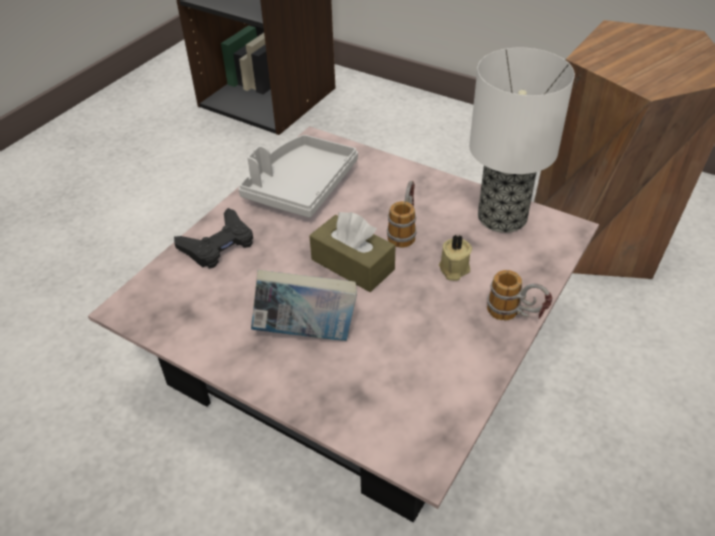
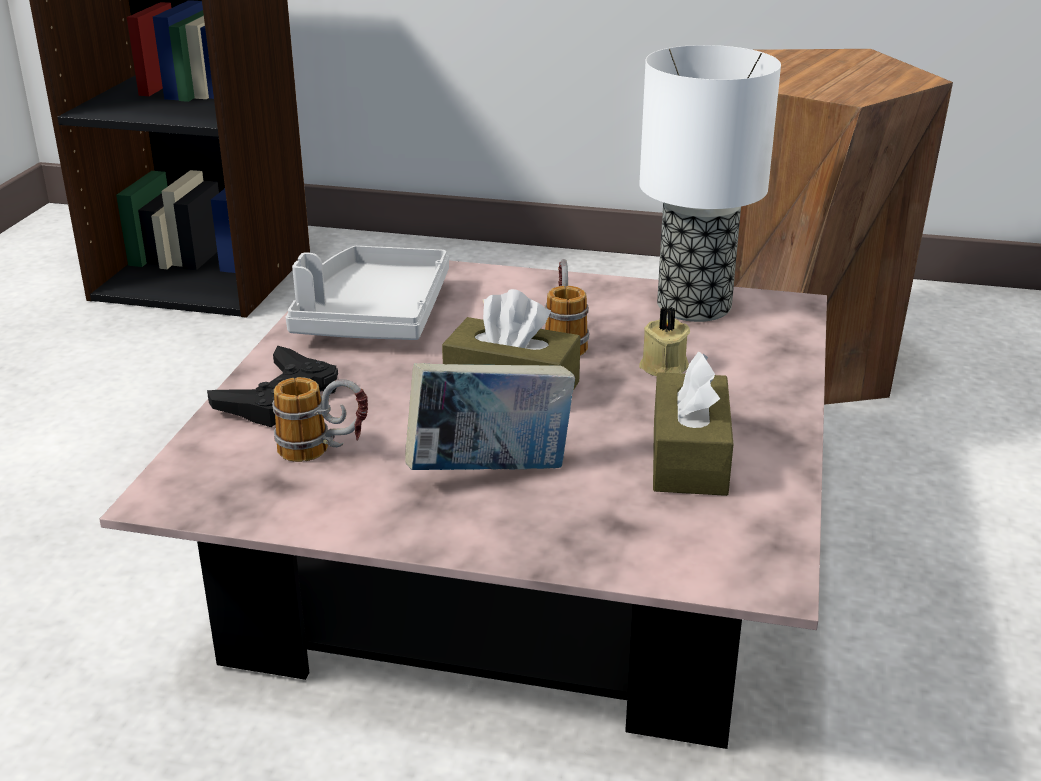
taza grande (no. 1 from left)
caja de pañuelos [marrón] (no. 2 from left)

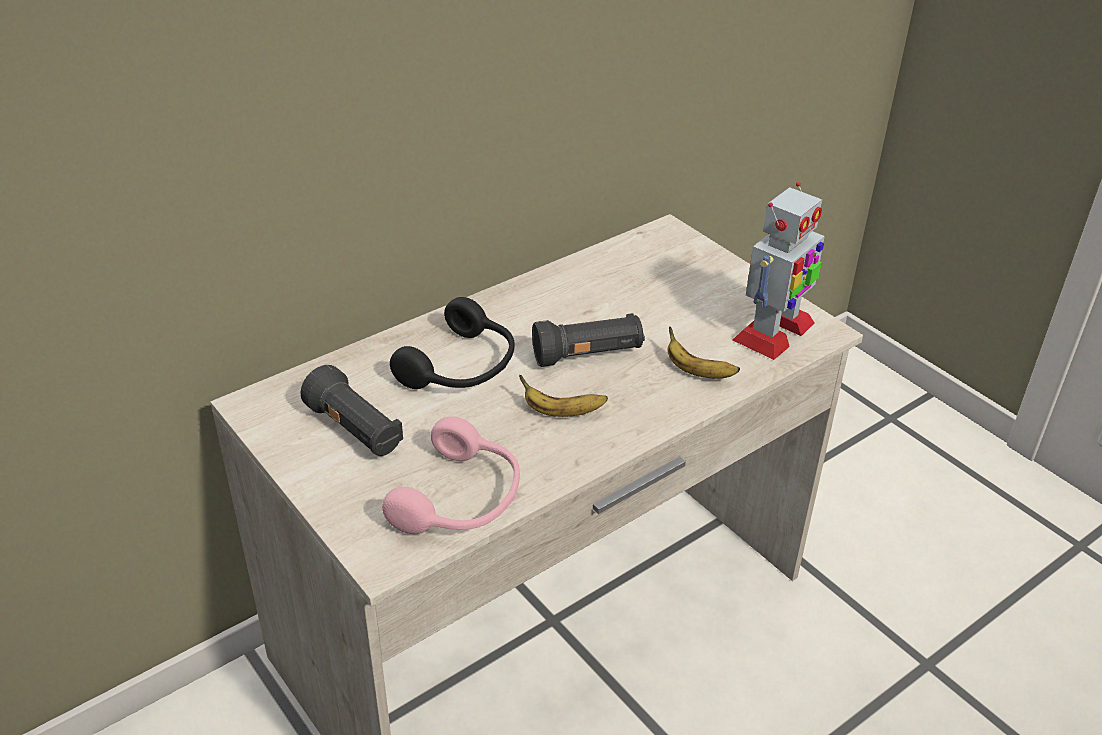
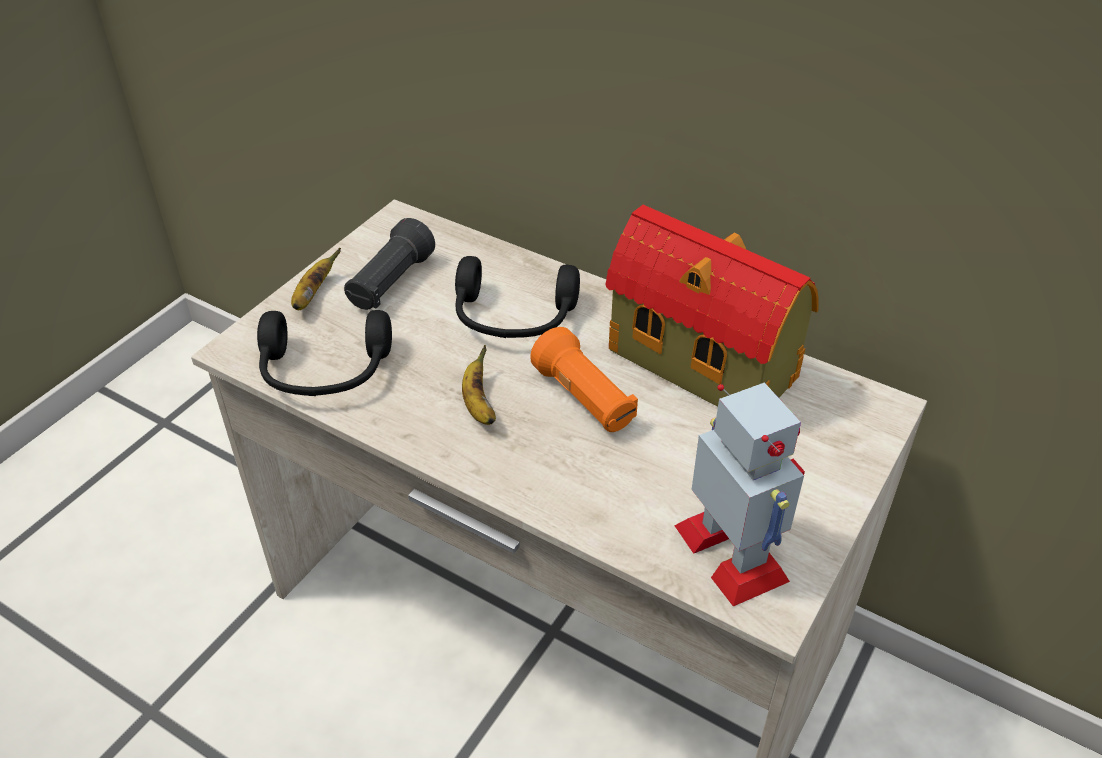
auriculares [negro] (no. 1 from left)
linterna [naranja]
plátano (no. 1 from left)
robot de juguete
casita

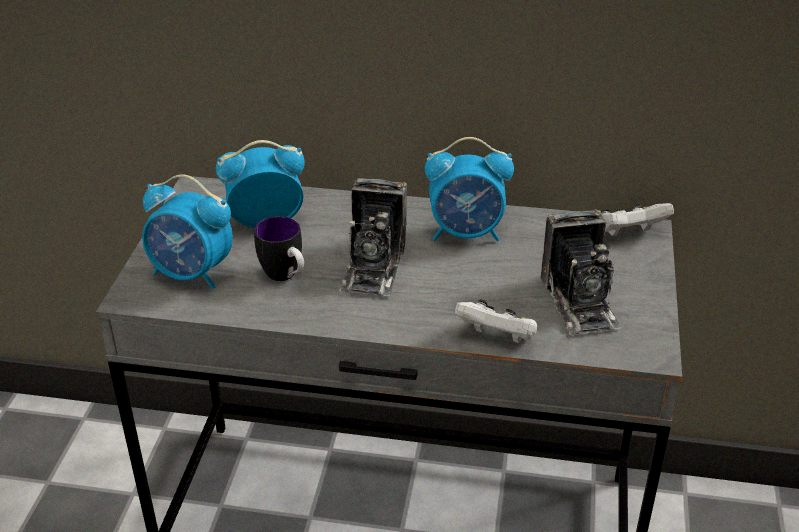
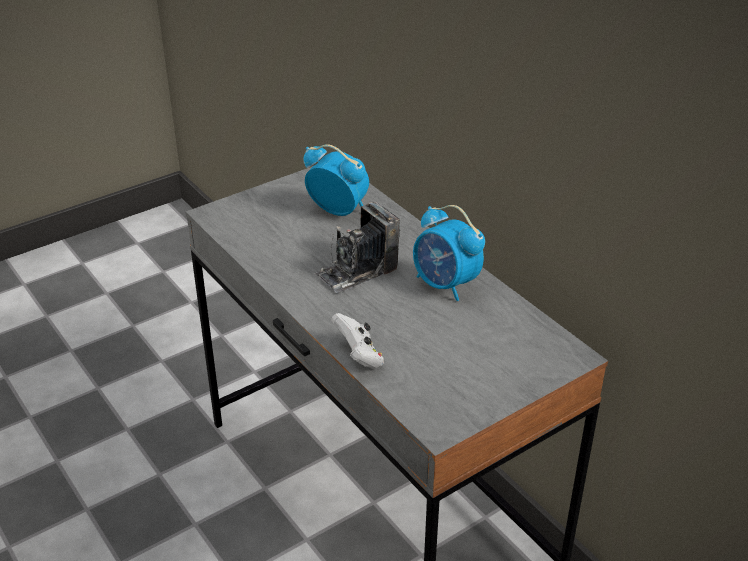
despertador (no. 1 from left in the first image)
taza grande
cámara (no. 2 from left in the first image)
mando de consola [blanco] (no. 2 from left in the first image)

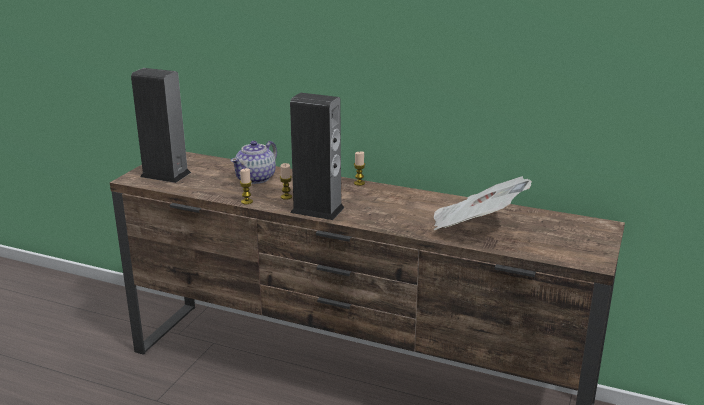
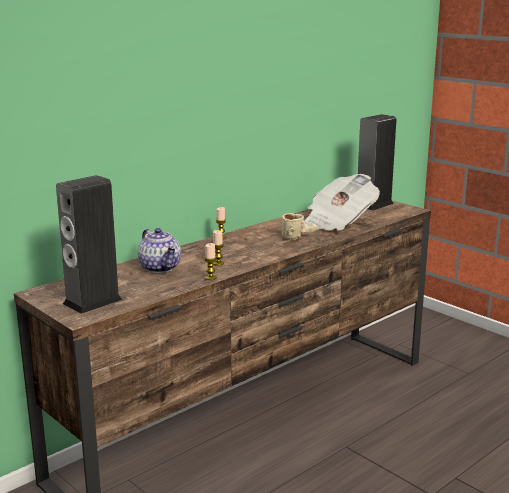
altavoz (no. 2 from left)
taza grande [beis]

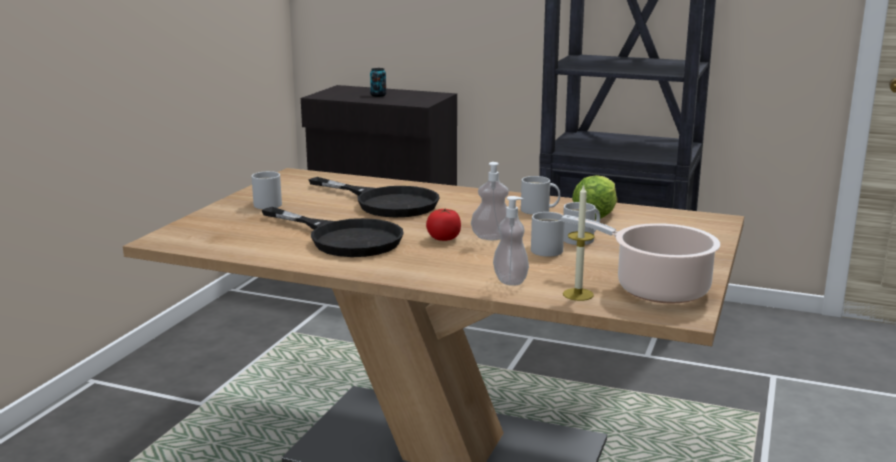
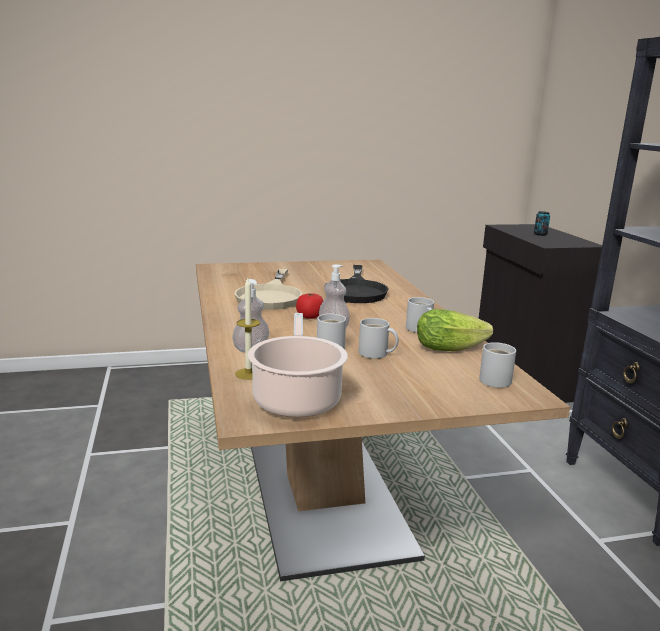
taza grande [blanco] (no. 4 from left)
sartén [beis]

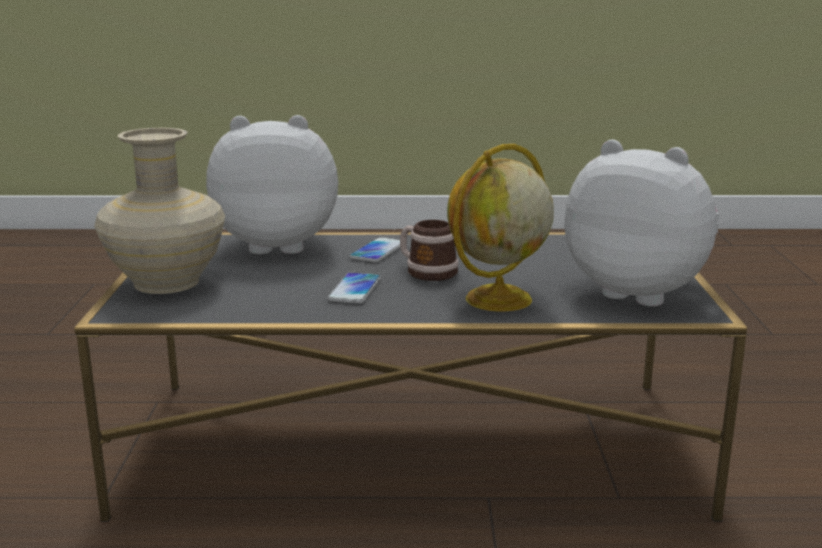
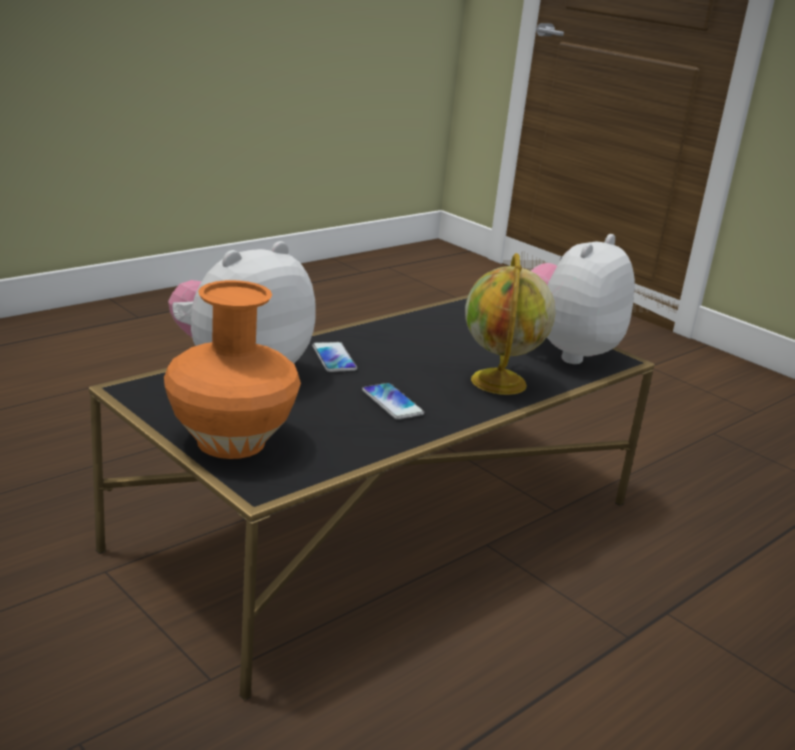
florero [naranja]
taza grande
peluche (no. 2 from left)

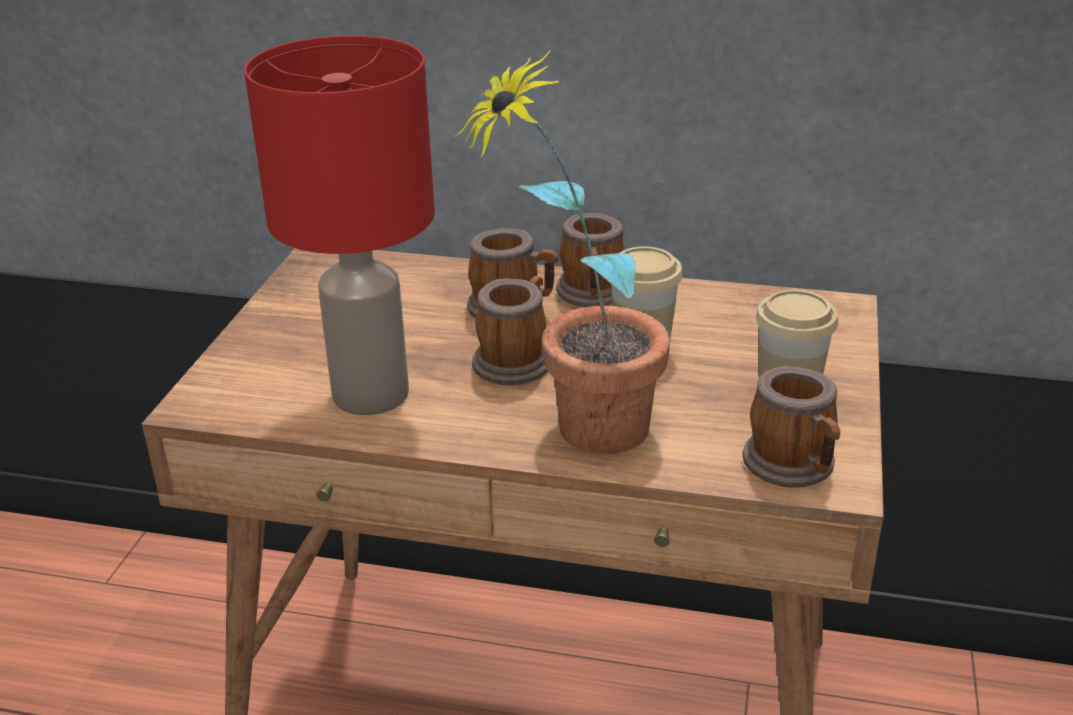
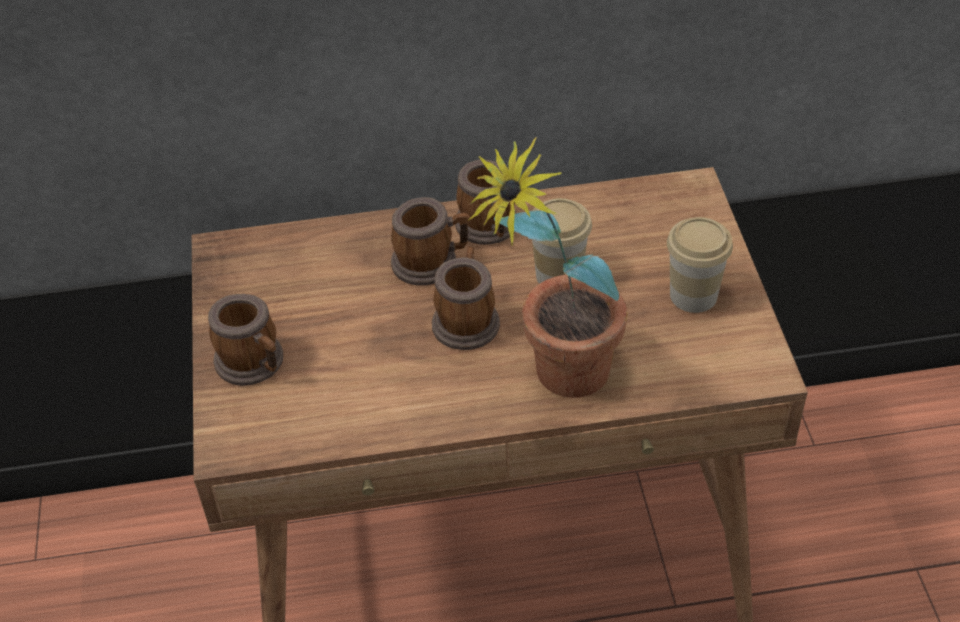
lámpara de mesa [rojo]
taza grande (no. 1 from left)

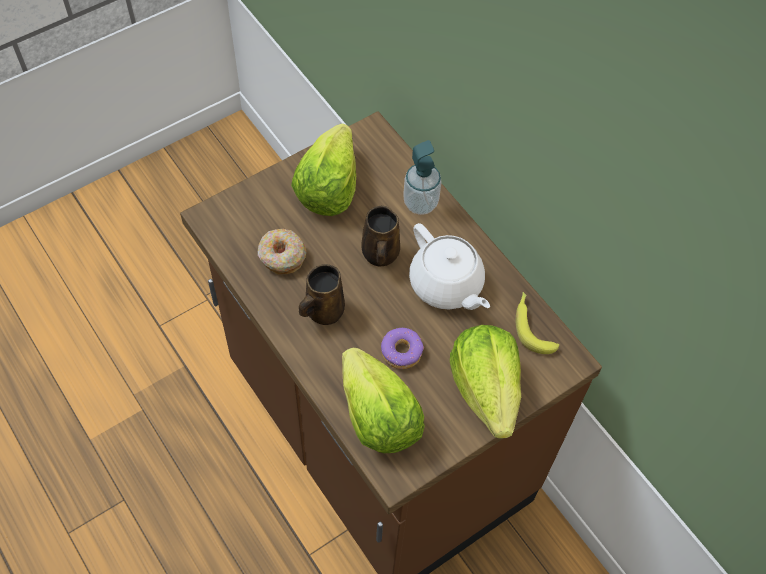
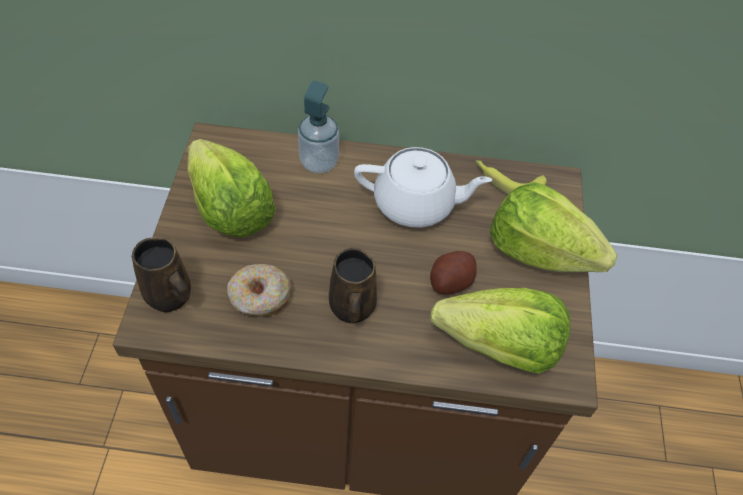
taza grande [marrón] (no. 1 from left)
patata

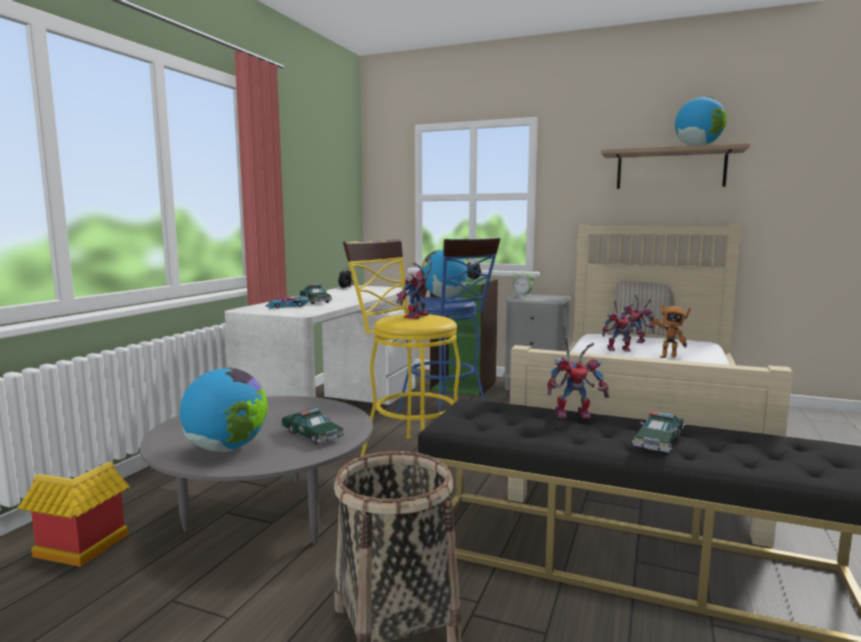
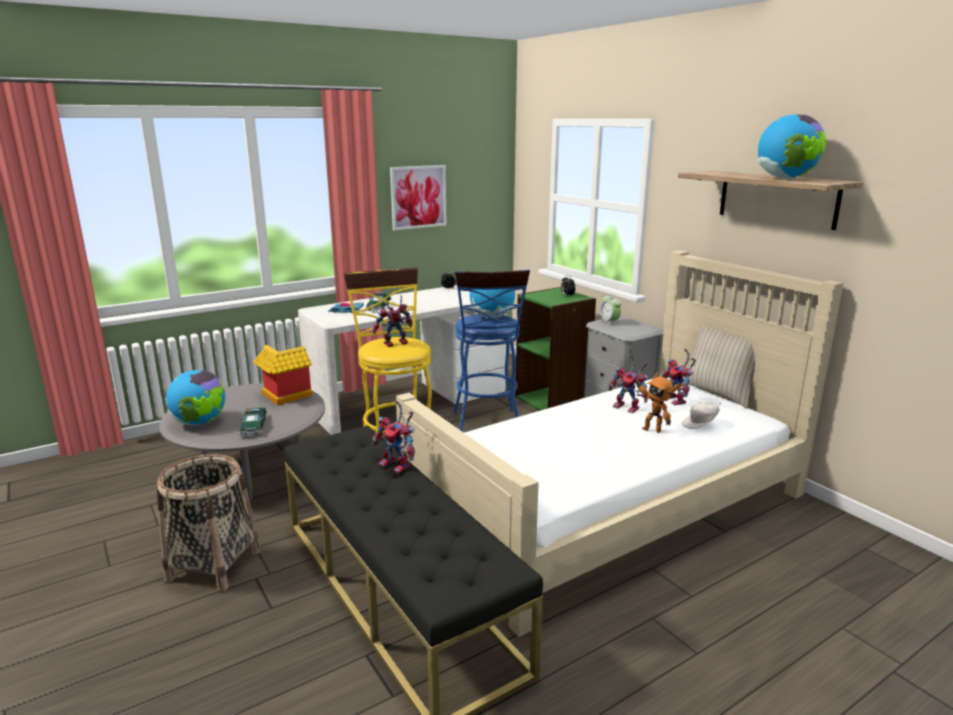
casita
coche de juguete (no. 4 from left in the first image)
cuadro
gorra [blanco]

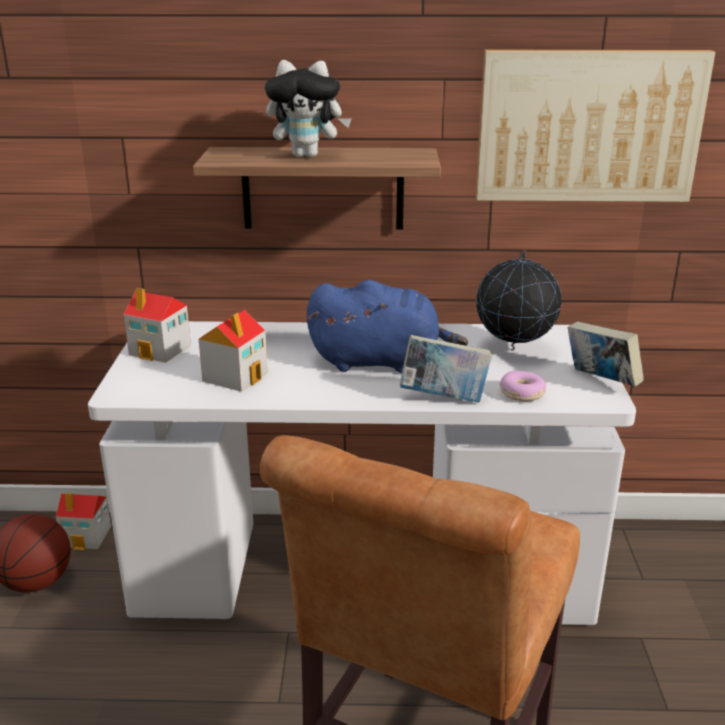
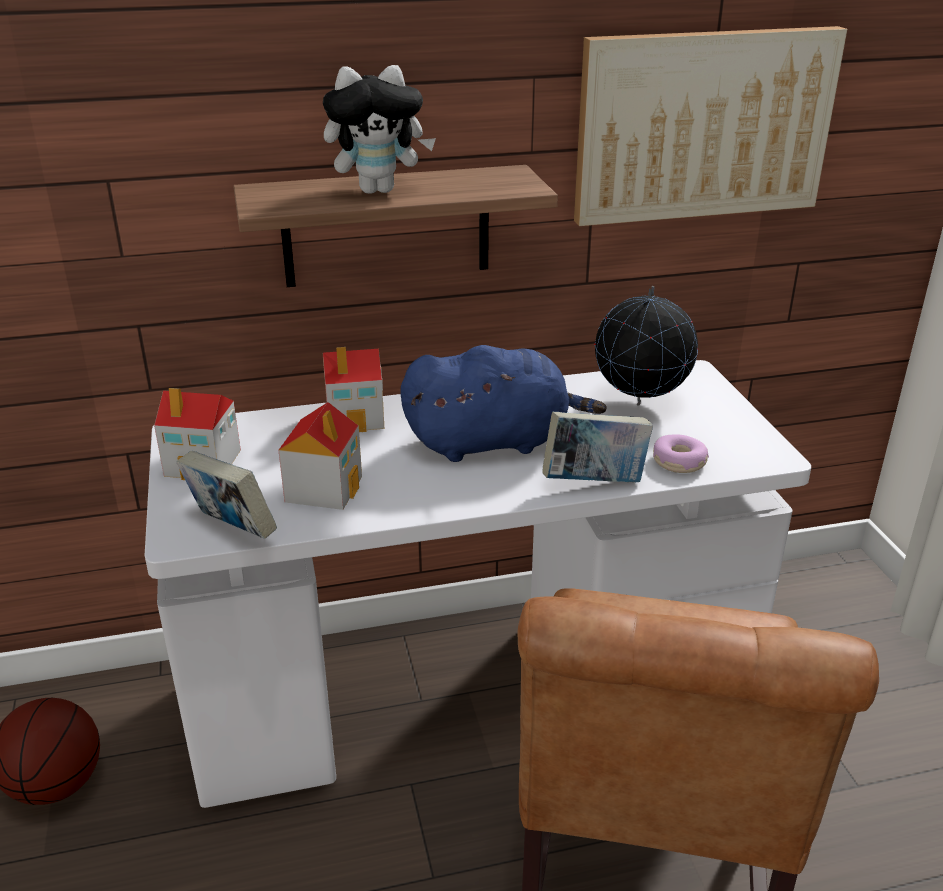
casita (no. 3 from left)
libro (no. 1 from left)

